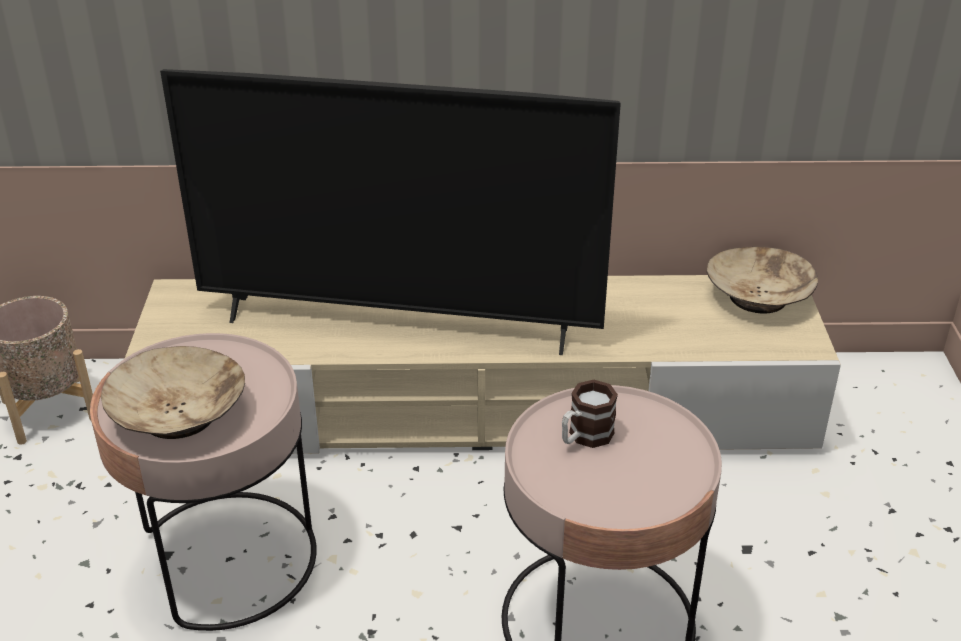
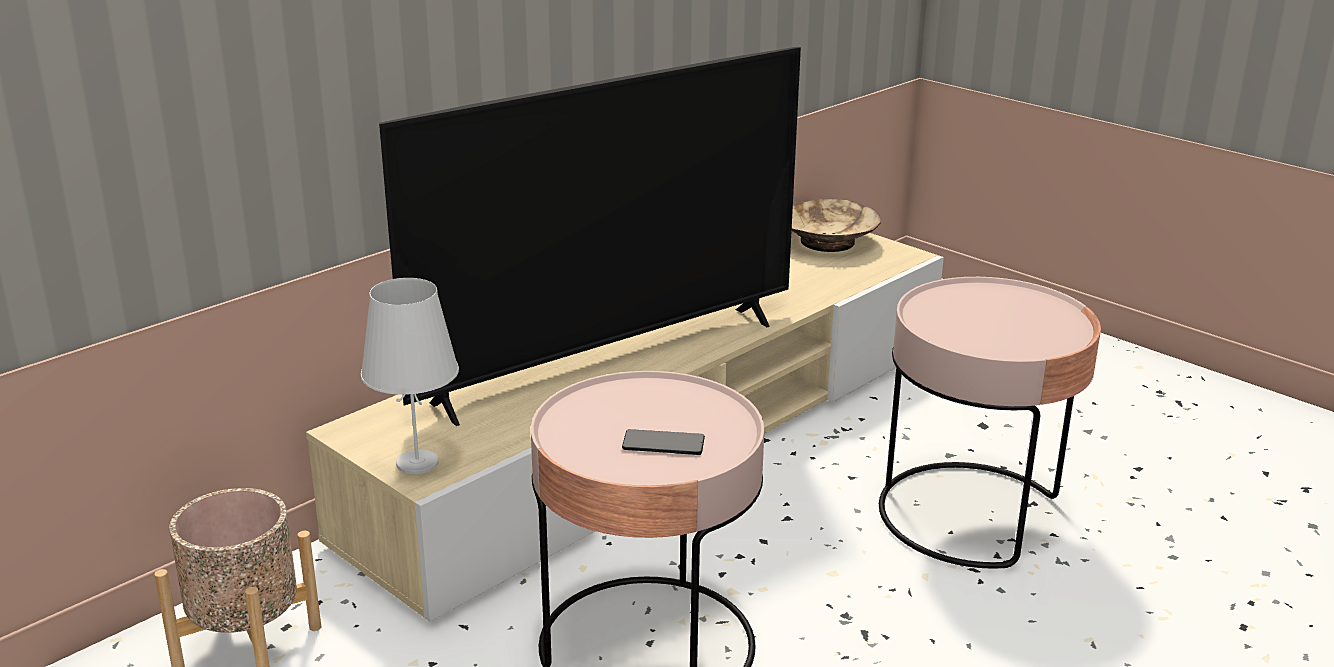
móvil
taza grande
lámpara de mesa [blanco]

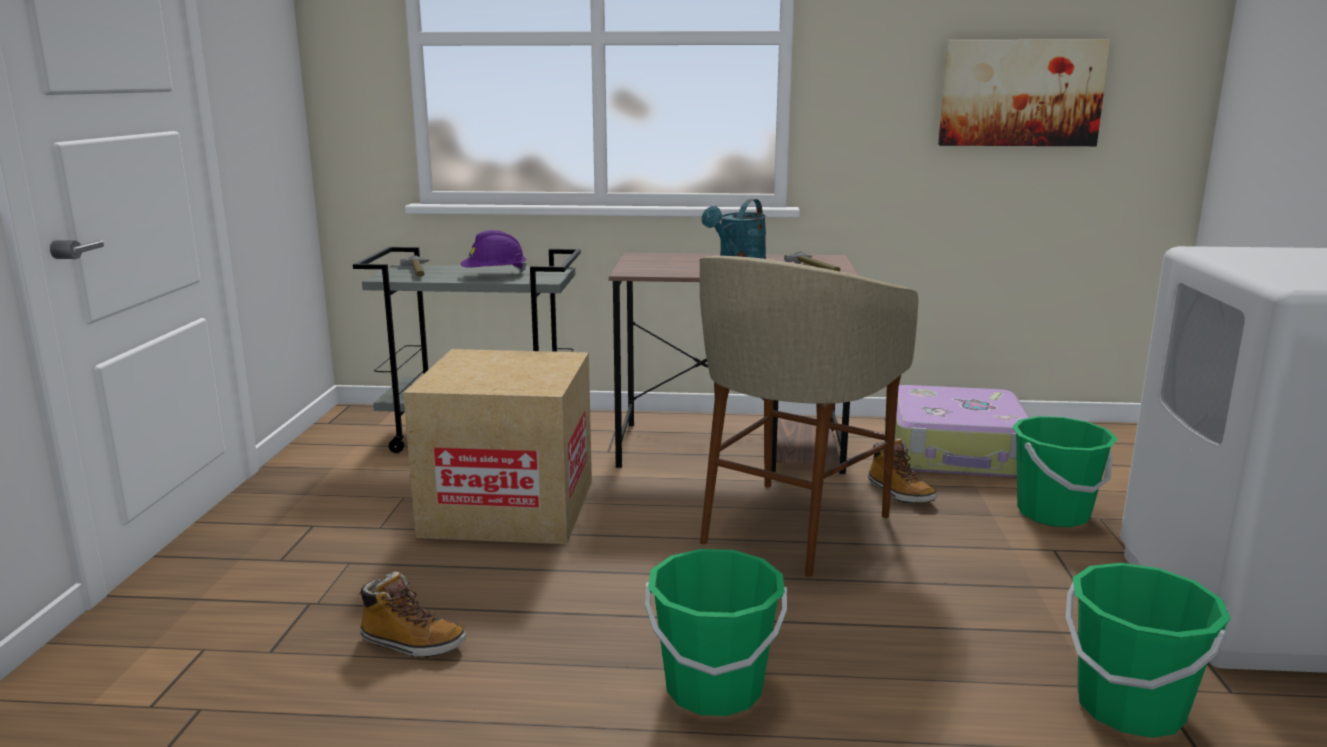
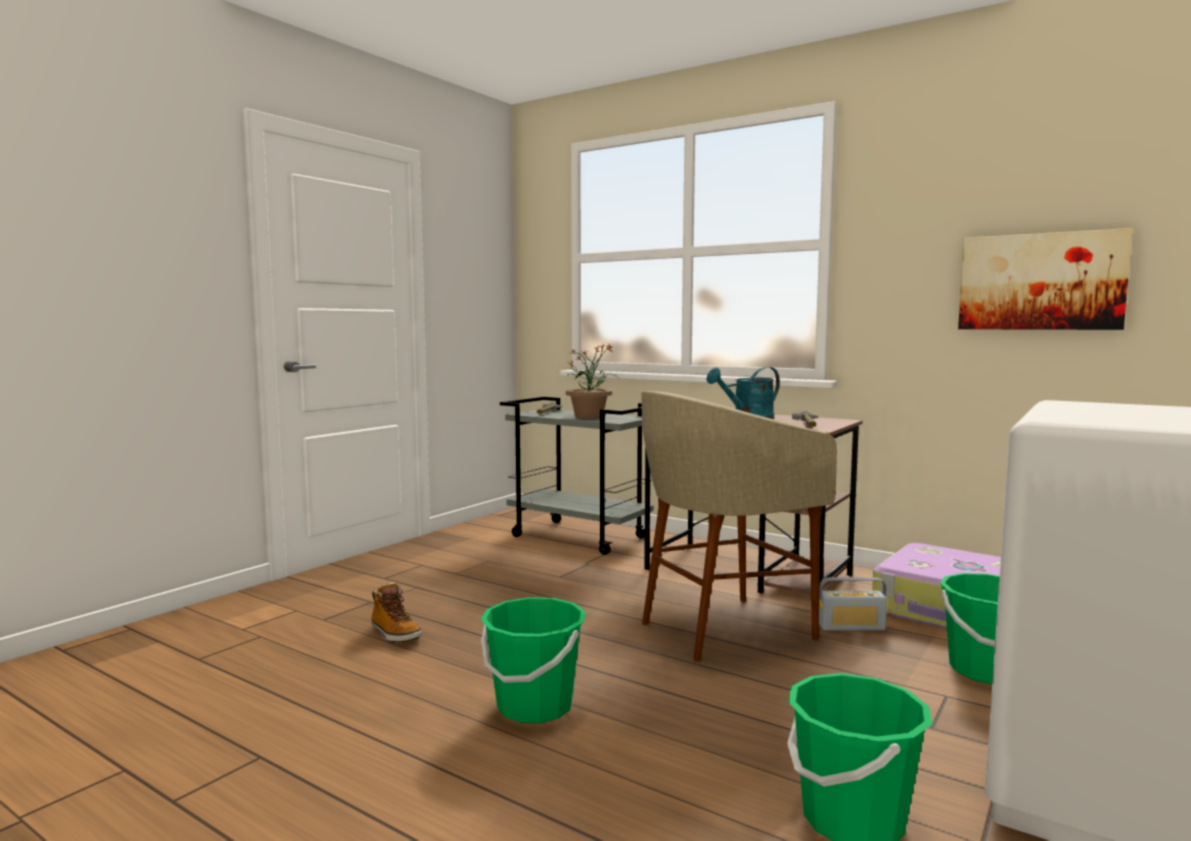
caja de cartón
planta en maceta
radio

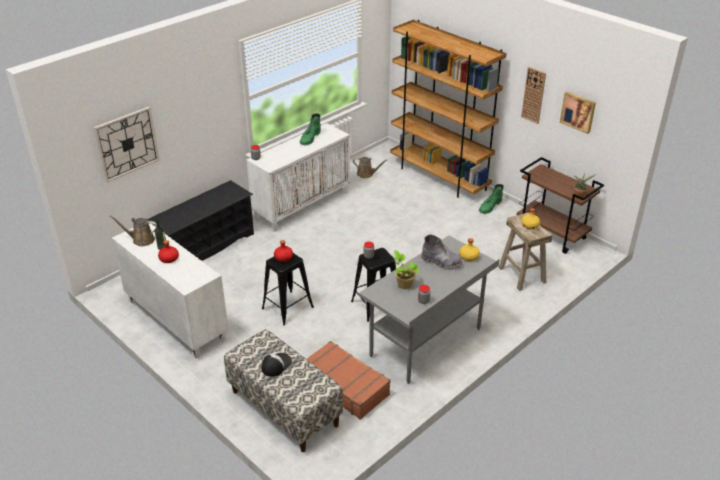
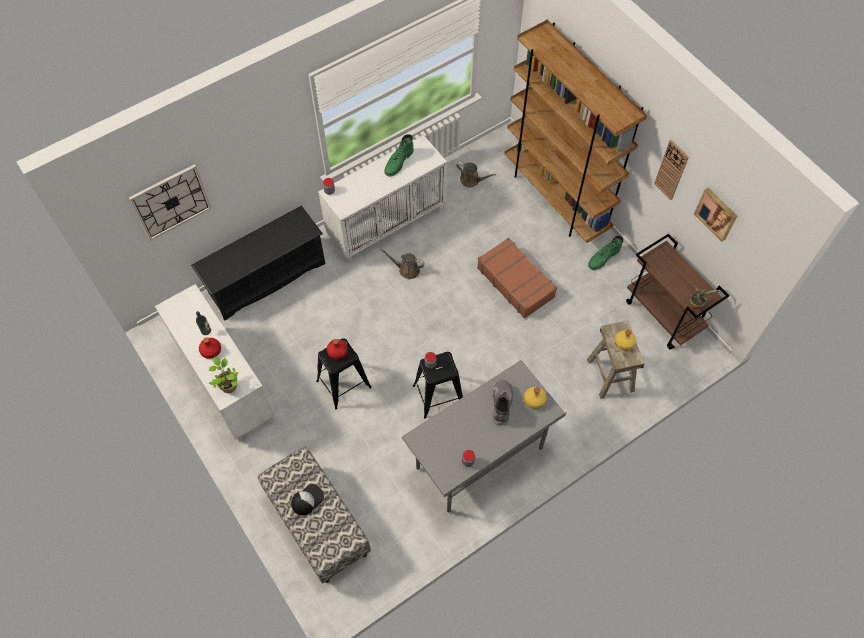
regadera [marrón] (no. 1 from left)
maleta [marrón]
planta en maceta (no. 1 from left)
bota [gris]

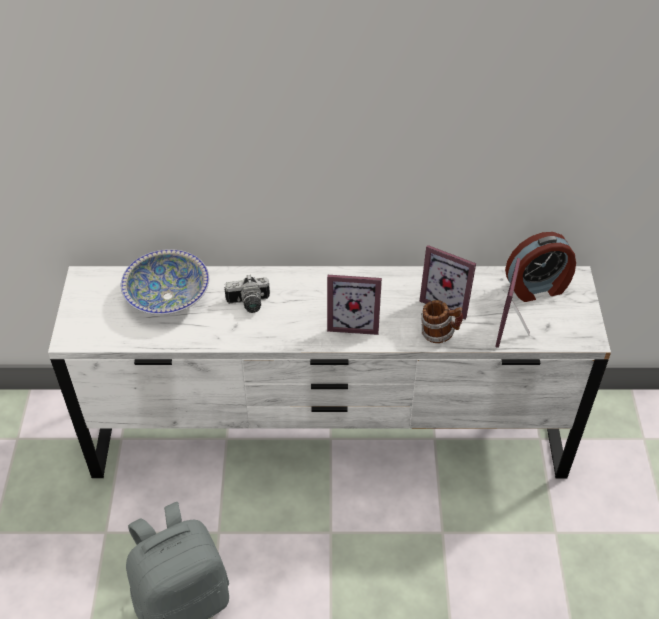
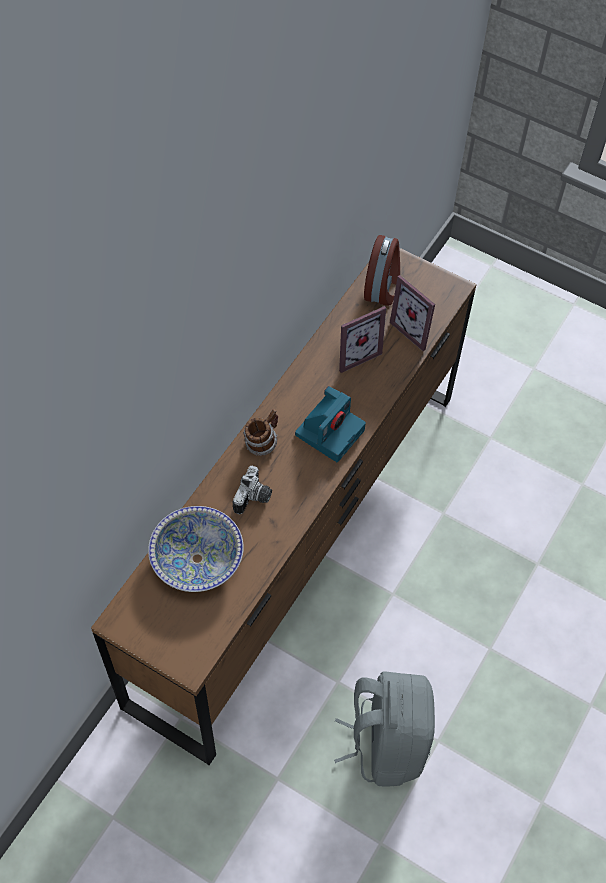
cómoda [marrón]
cámara (no. 2 from left)
taza grande

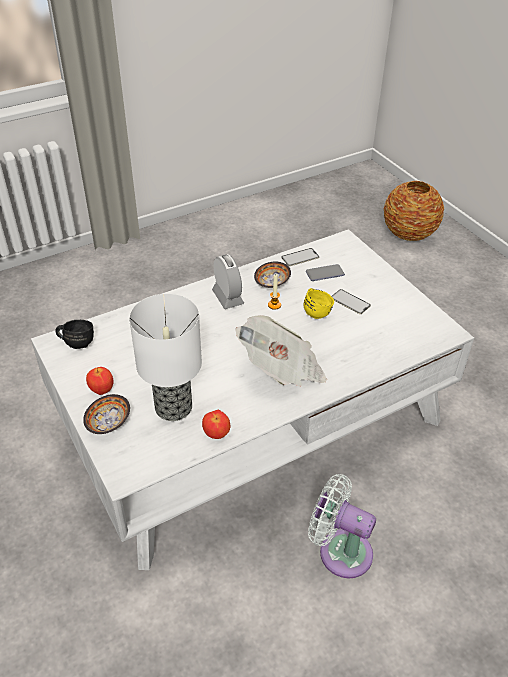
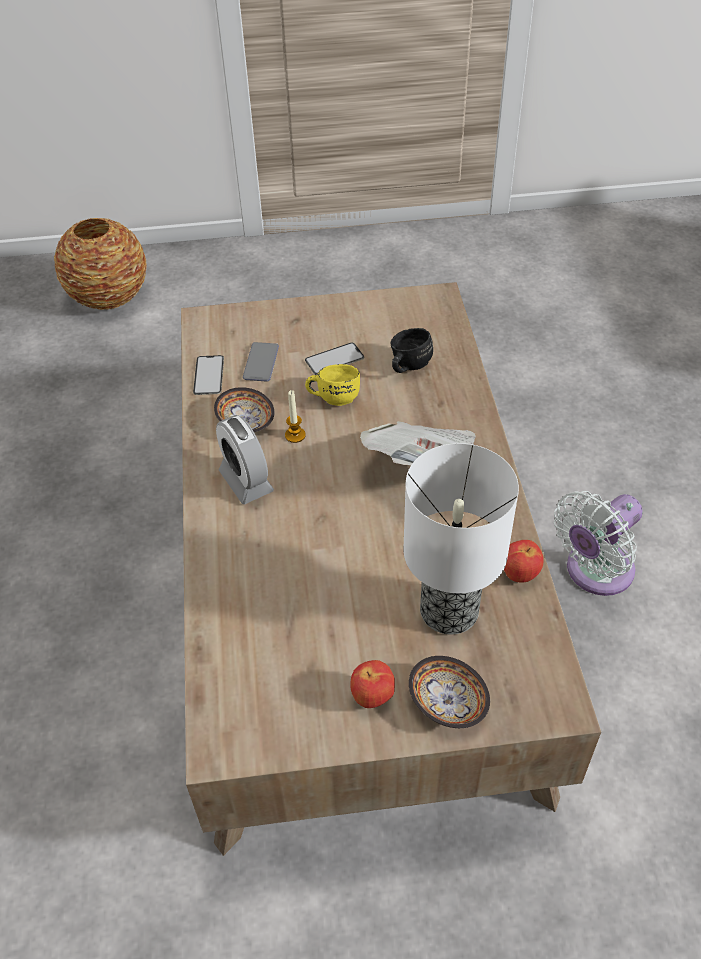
mesa de centro [marrón]
taza grande [negro]
despertador

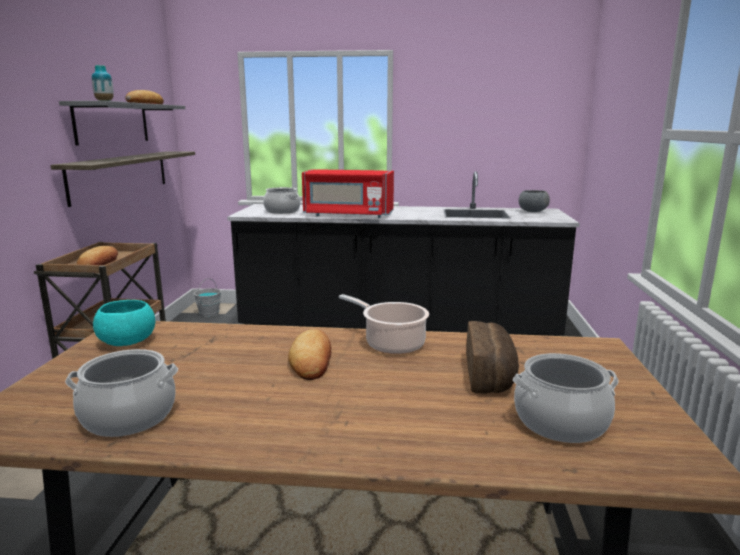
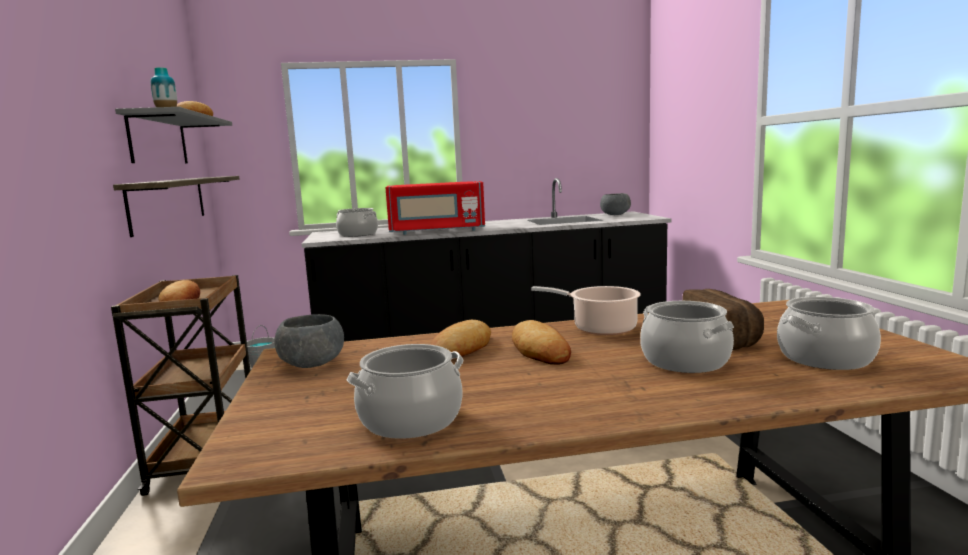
cuenco [gris] (no. 1 from left)
pan (no. 3 from left)
olla (no. 4 from left)

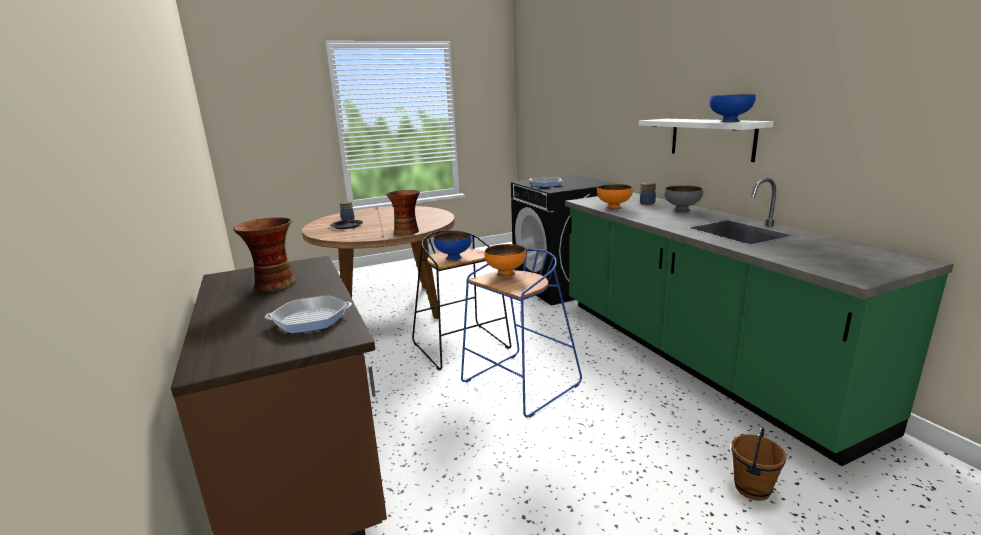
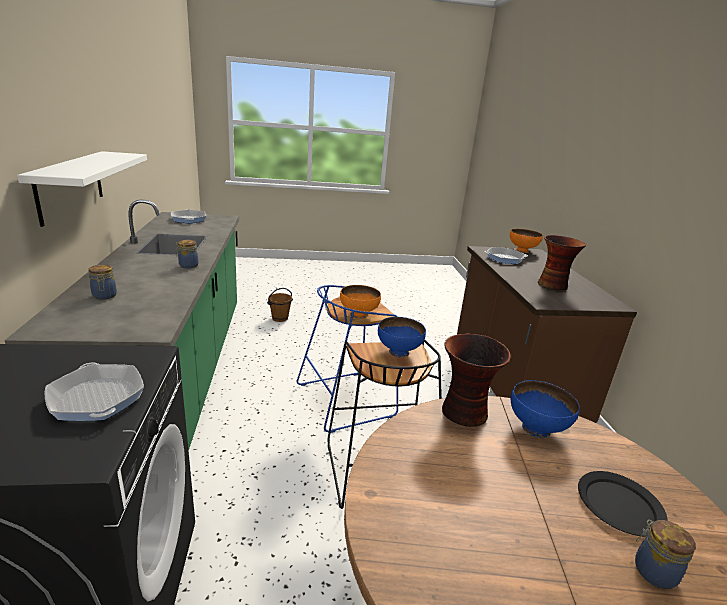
cuenco [naranja] (no. 2 from left)
cuenco [gris]
cuenco [azul] (no. 2 from left)
sartén (no. 2 from left)
tarro (no. 2 from left)

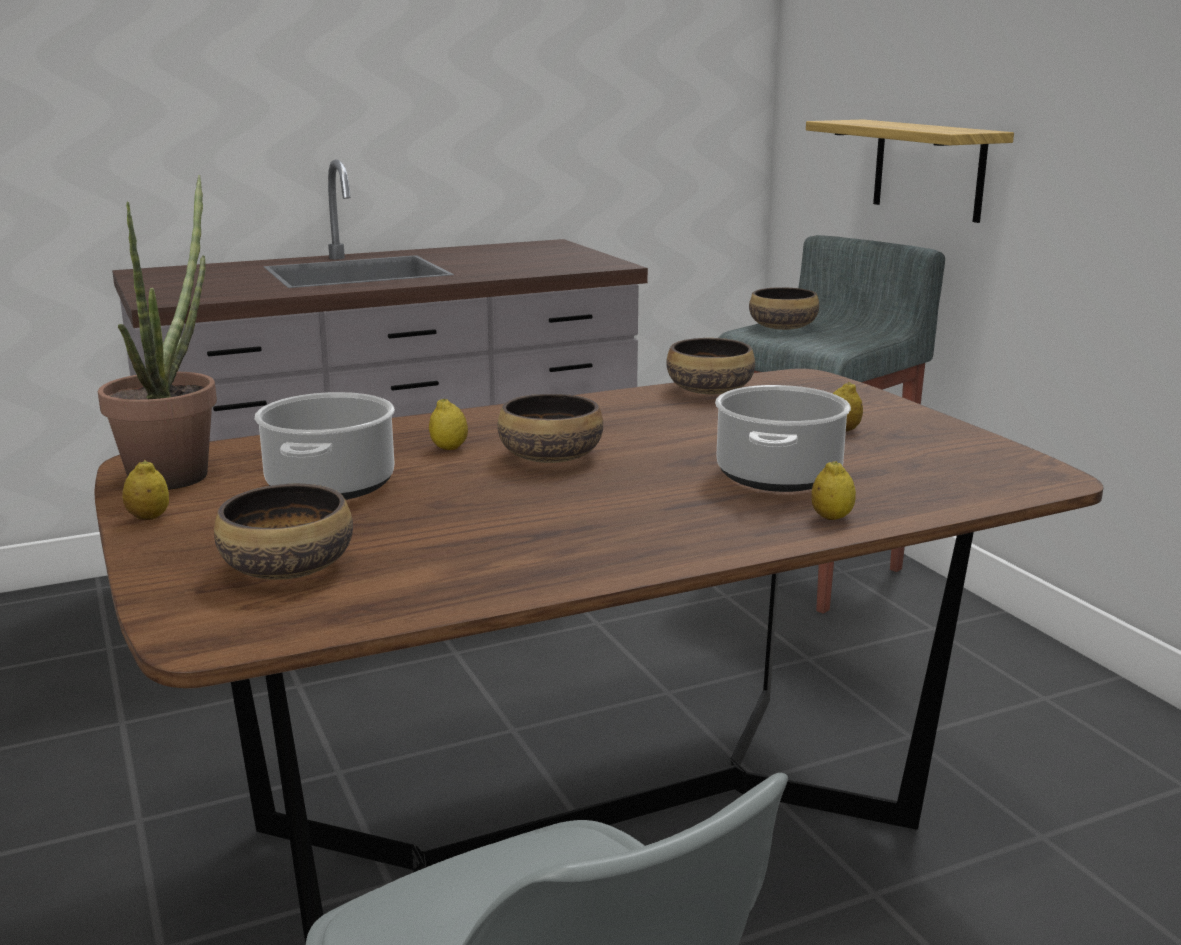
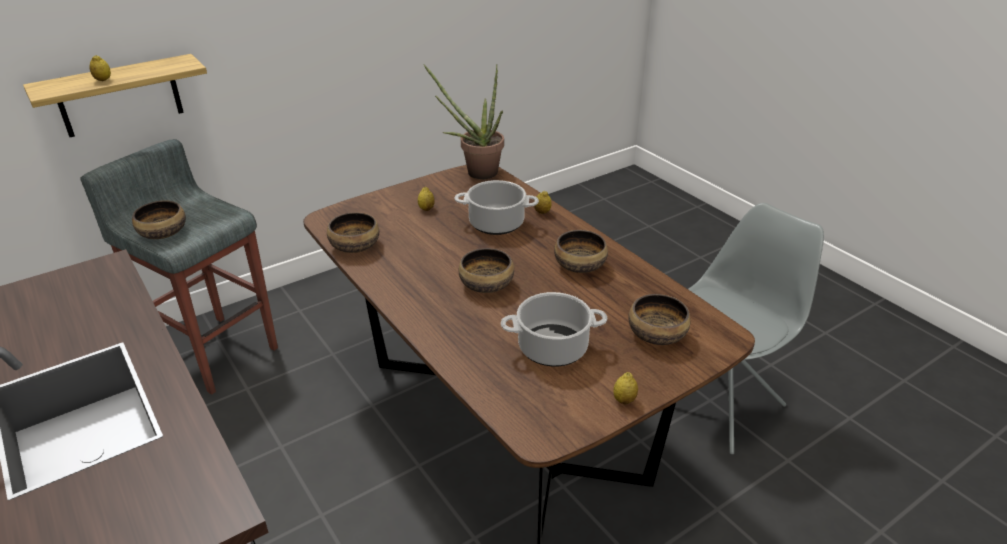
planta en maceta
limón (no. 1 from left)
cuenco (no. 4 from left)

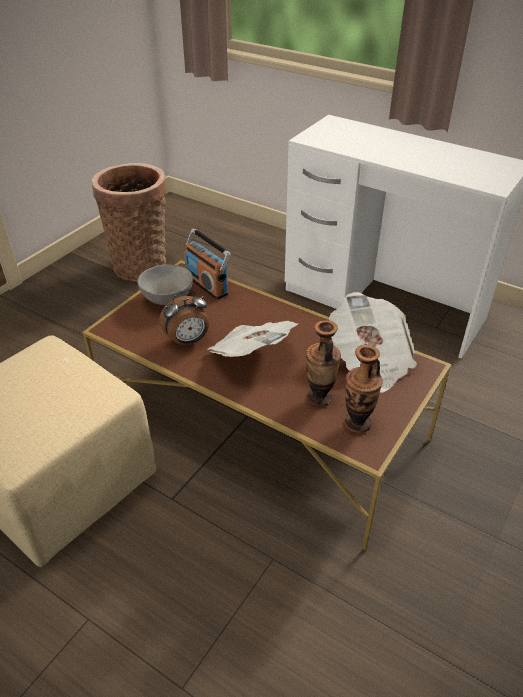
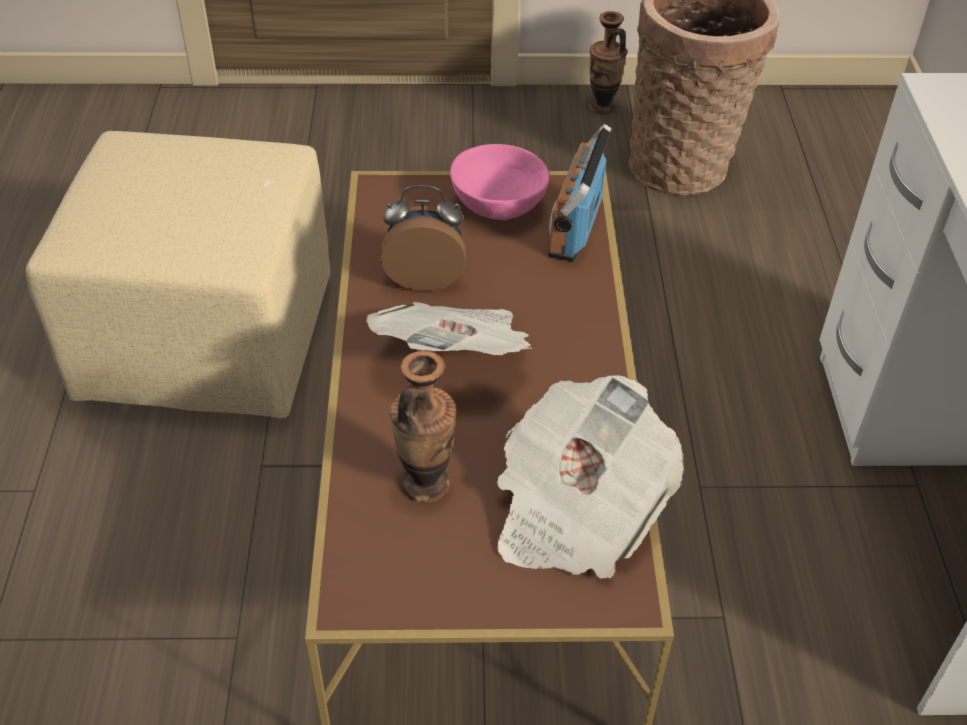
cuenco [rosa]
despertador
florero (no. 2 from left)

